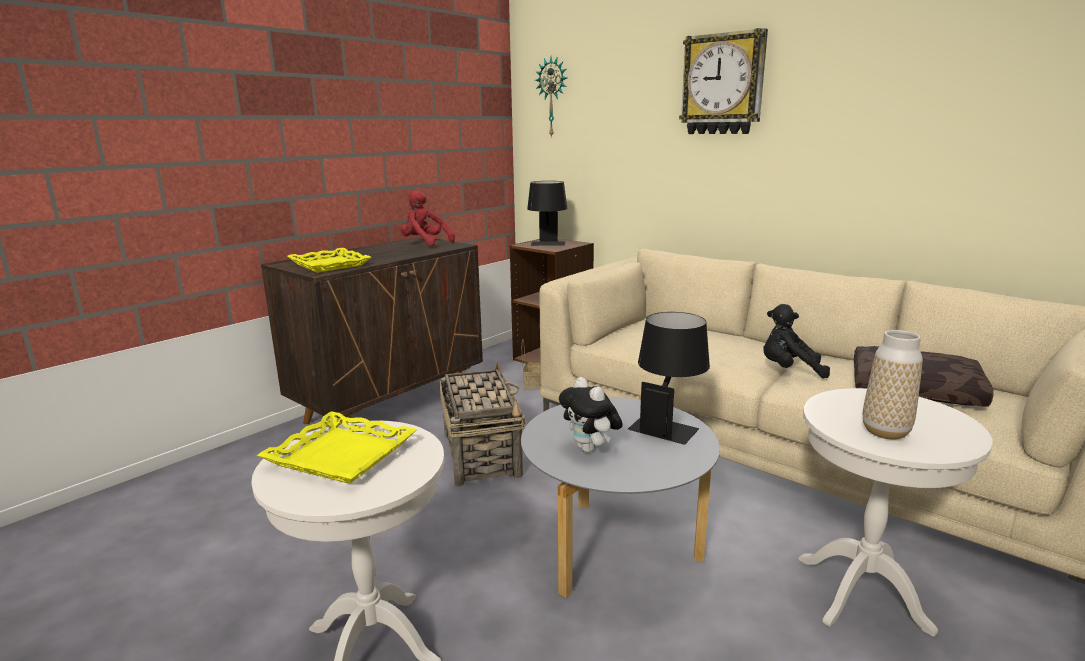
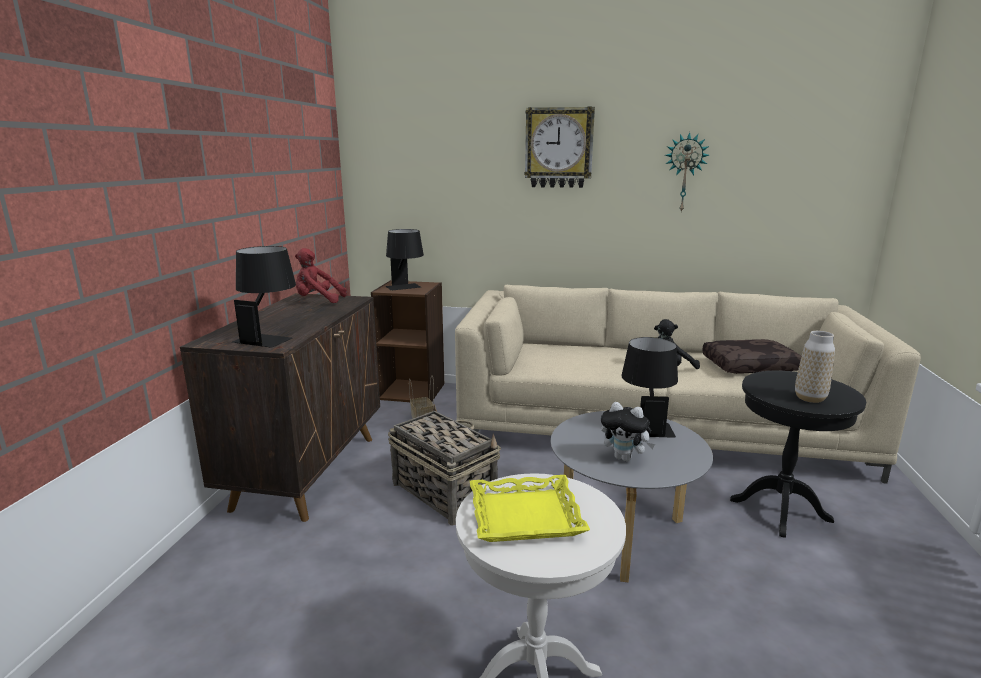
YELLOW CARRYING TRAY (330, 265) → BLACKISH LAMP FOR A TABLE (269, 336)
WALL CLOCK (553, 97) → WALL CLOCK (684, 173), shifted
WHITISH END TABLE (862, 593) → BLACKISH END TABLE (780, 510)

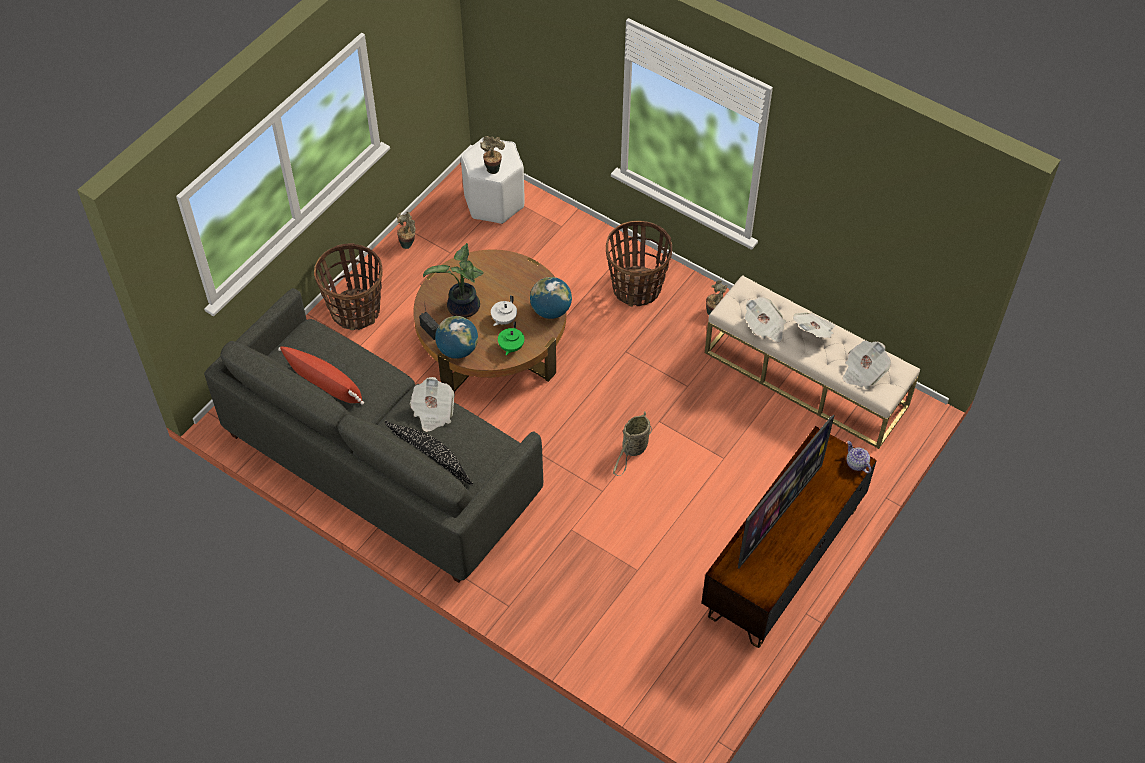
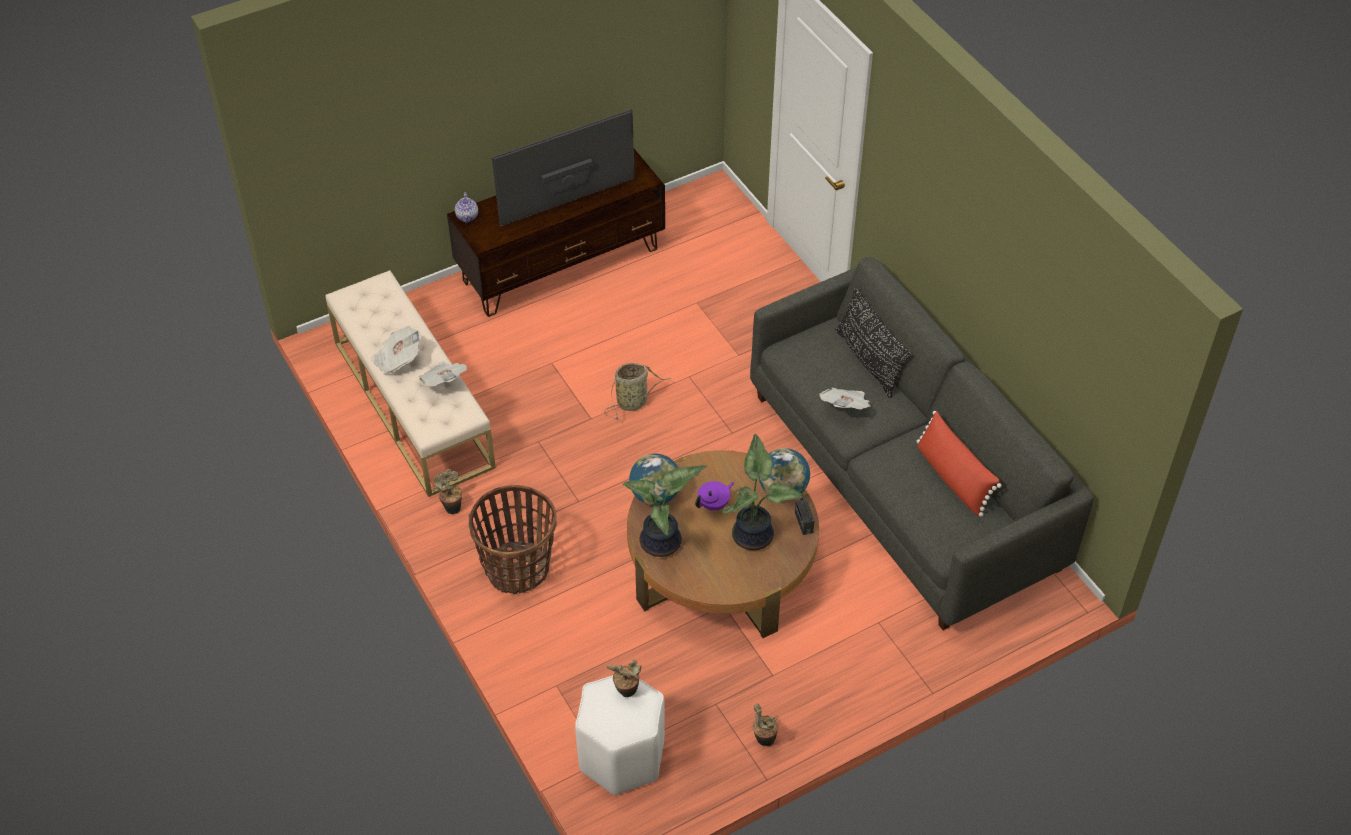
BASKET (355, 311) → -
WHITISH TEA POT (503, 320) → PURPLE TEA POT (714, 504)
GREEN-COLOURED TEA POT (511, 347) → -
NEWSPAPER (863, 372) → -
- → HOUSEPLANT (663, 544)

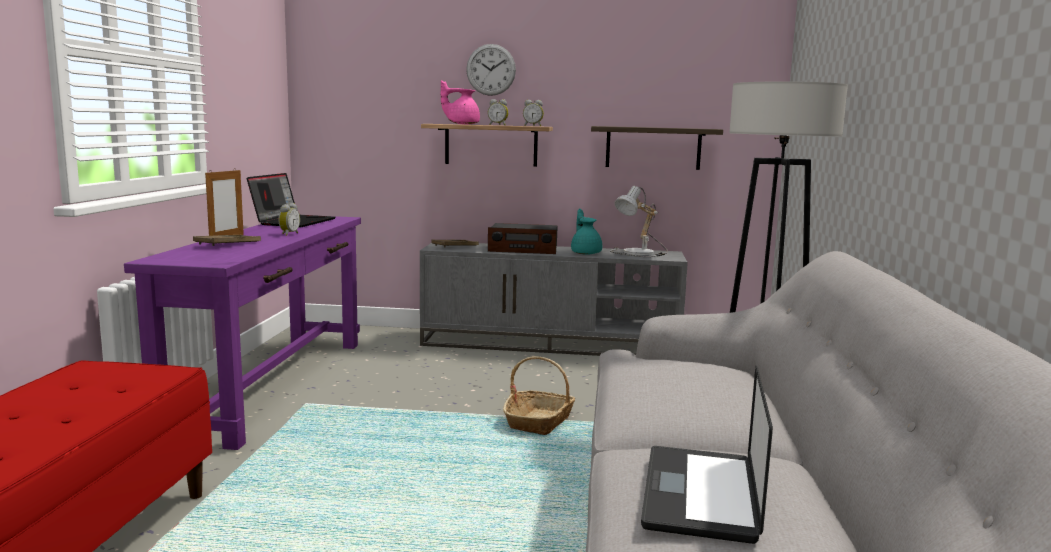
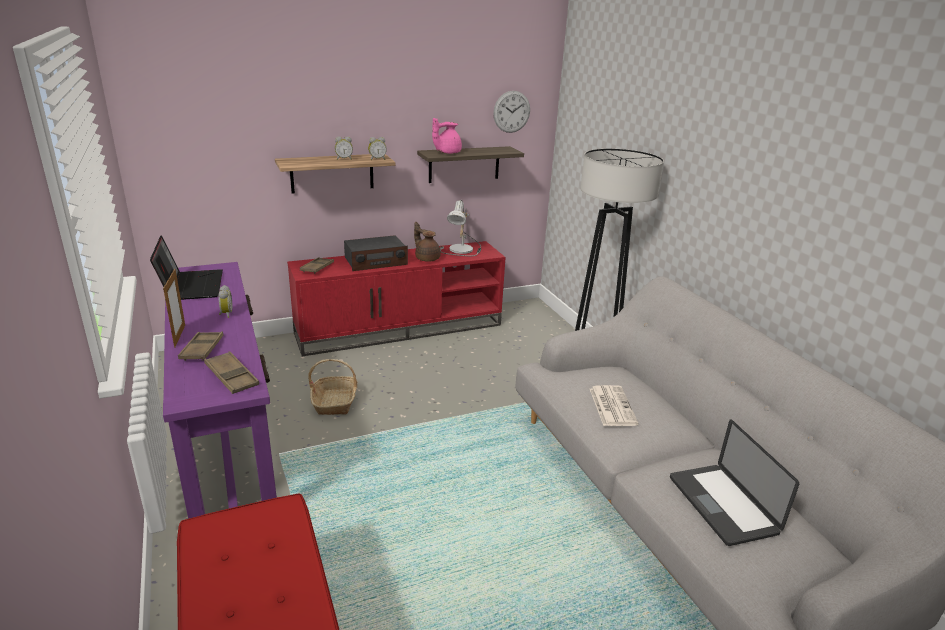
GRAY MEDIA CONSOLE (552, 344) → REDDISH MEDIA CONSOLE (400, 328)
PINKISH TEA POT (462, 124) → PINKISH TEA POT (446, 152), shifted
WALL CLOCK (491, 69) → WALL CLOCK (511, 112), shifted
BASKET (539, 421) → BASKET (335, 401), shifted
TURQUOISE TEA POT (586, 253) → BROWNISH TEA POT (427, 258)
- → BROWNISH CARRYING TRAY (232, 377)
- → NEWSPAPER (611, 406)

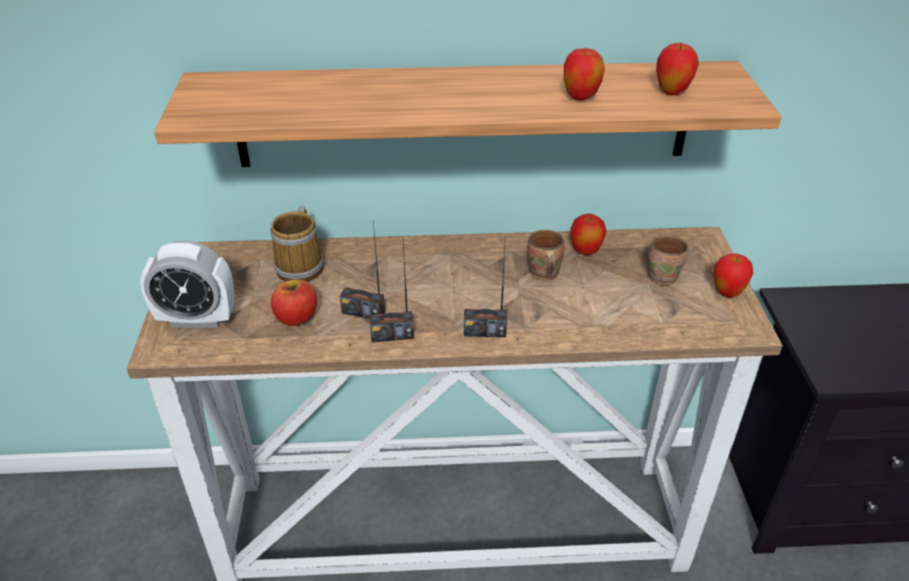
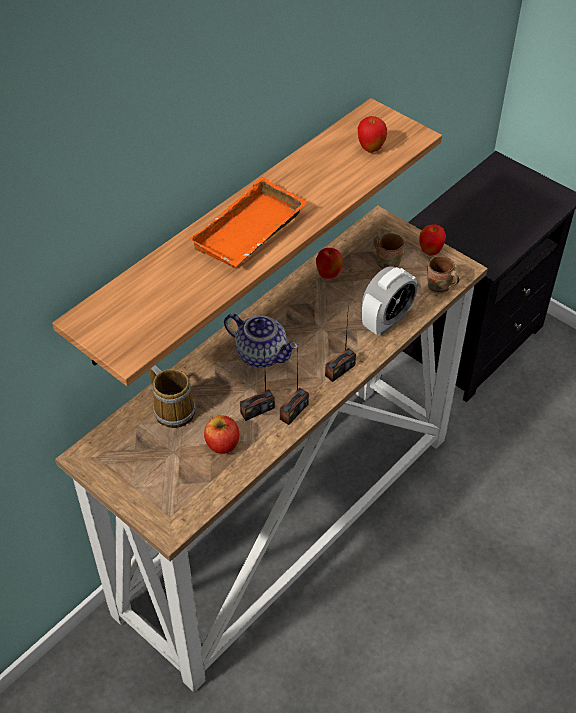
BEDSIDE CLOCK (197, 319) → BEDSIDE CLOCK (386, 321), shifted
BROWNISH TEA MUG (542, 274) → BROWNISH TEA MUG (439, 288), shifted
APPLE FRUIT (580, 98) → -
- → ORANGEY CARRYING TRAY (251, 234)
- → TEA POT (262, 354)

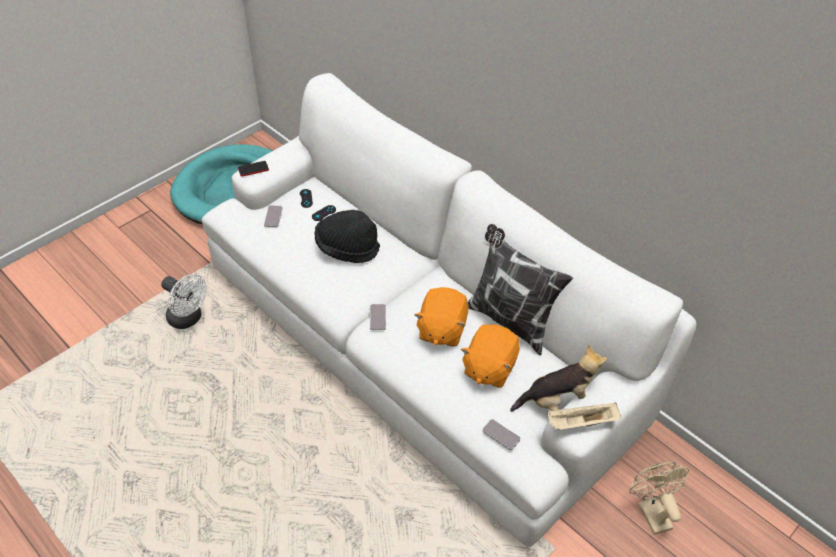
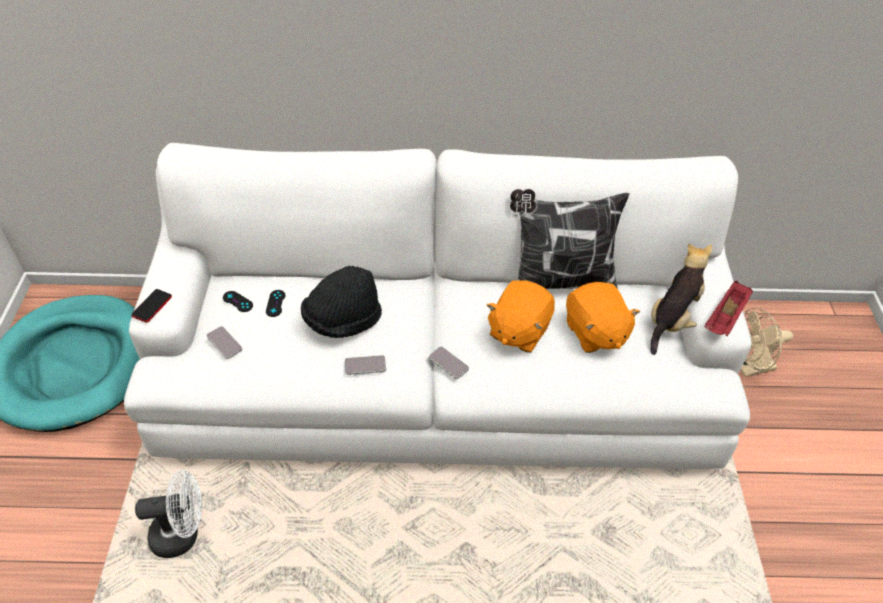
ORANGEY SOFT TOY (441, 329) → ORANGEY SOFT TOY (518, 330), 60 degrees clockwise
TELEPHONE (501, 435) → TELEPHONE (365, 365), shifted
SAND-COLOURED CARRYING TRAY (581, 423) → REDDISH CARRYING TRAY (725, 318)
SAND-COLOURED ELECTRIC FAN (651, 511) → SAND-COLOURED ELECTRIC FAN (749, 368), 45 degrees counterclockwise

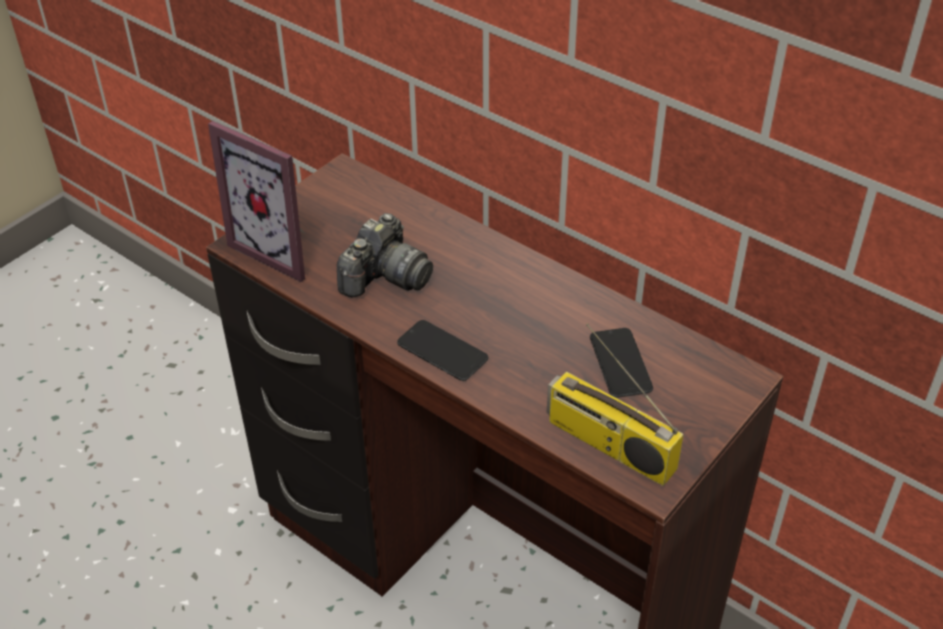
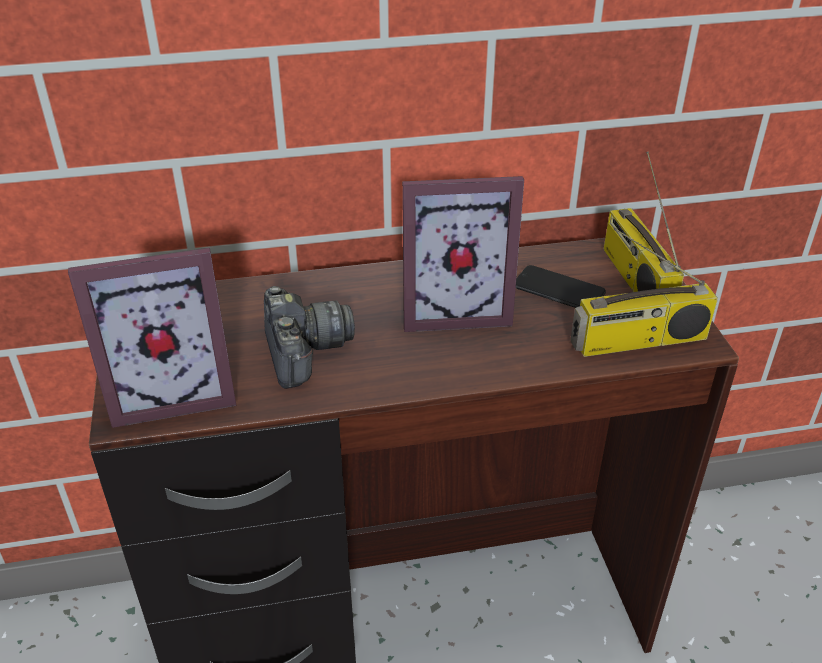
TELEPHONE (442, 351) → -
- → STANDING FRAME (454, 310)
- → RADIO (634, 279)

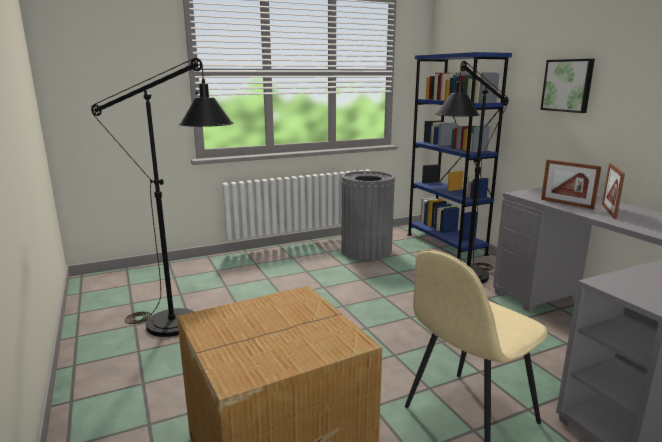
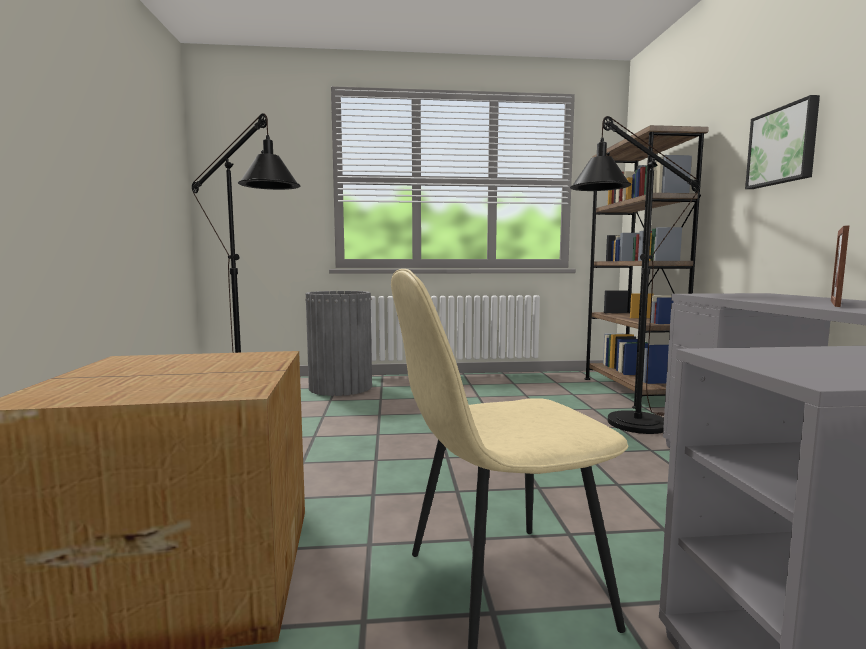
GRAY RUBBISH BIN (366, 251) → GRAY RUBBISH BIN (341, 387), shifted
BLUE-COLOURED BOOKCASE (445, 244) → BROWNISH BOOKCASE (629, 391)
STANDING FRAME (566, 204) → -

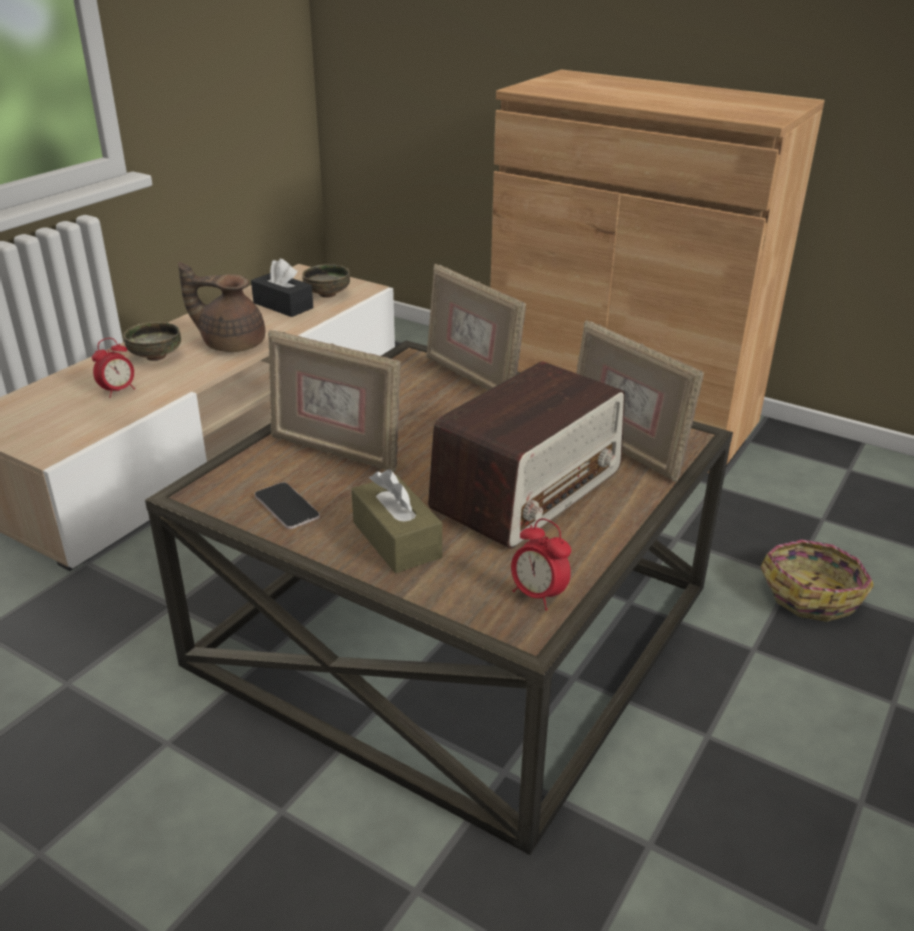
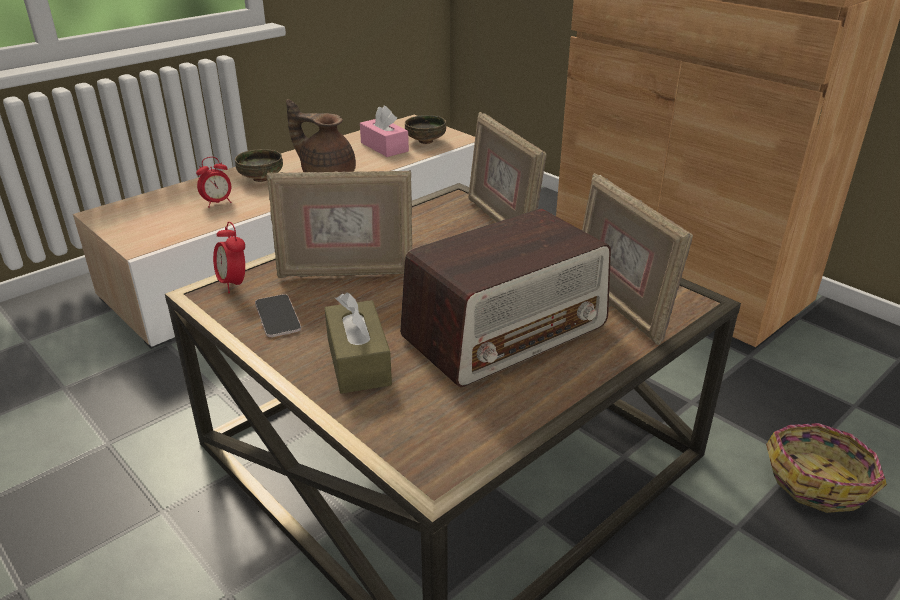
BLACKISH TISSUE BOX (283, 305) → PINKISH TISSUE BOX (384, 147)
STANDING FRAME (335, 451) → STANDING FRAME (346, 272), 45 degrees counterclockwise
BEDSIDE CLOCK (538, 595) → BEDSIDE CLOCK (233, 284), shifted

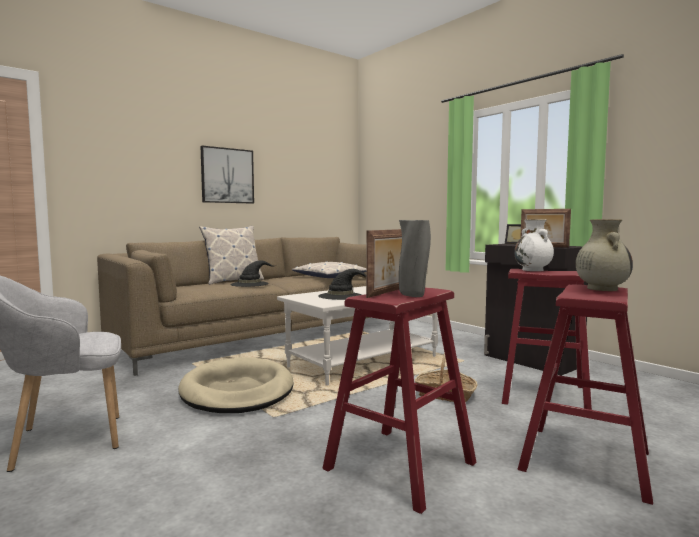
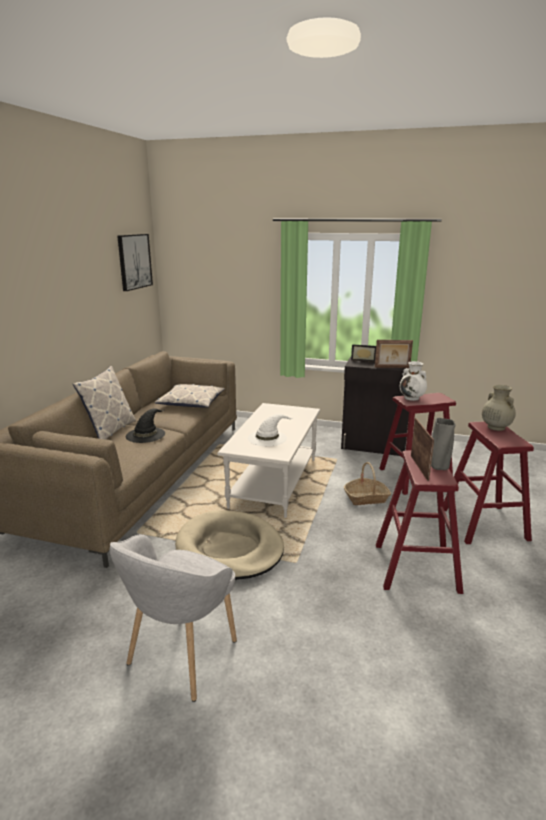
WALL PICTURE (227, 175) → WALL PICTURE (134, 261), shifted
BLACKISH WEARABLE HAT (341, 296) → WHITISH WEARABLE HAT (267, 438)

